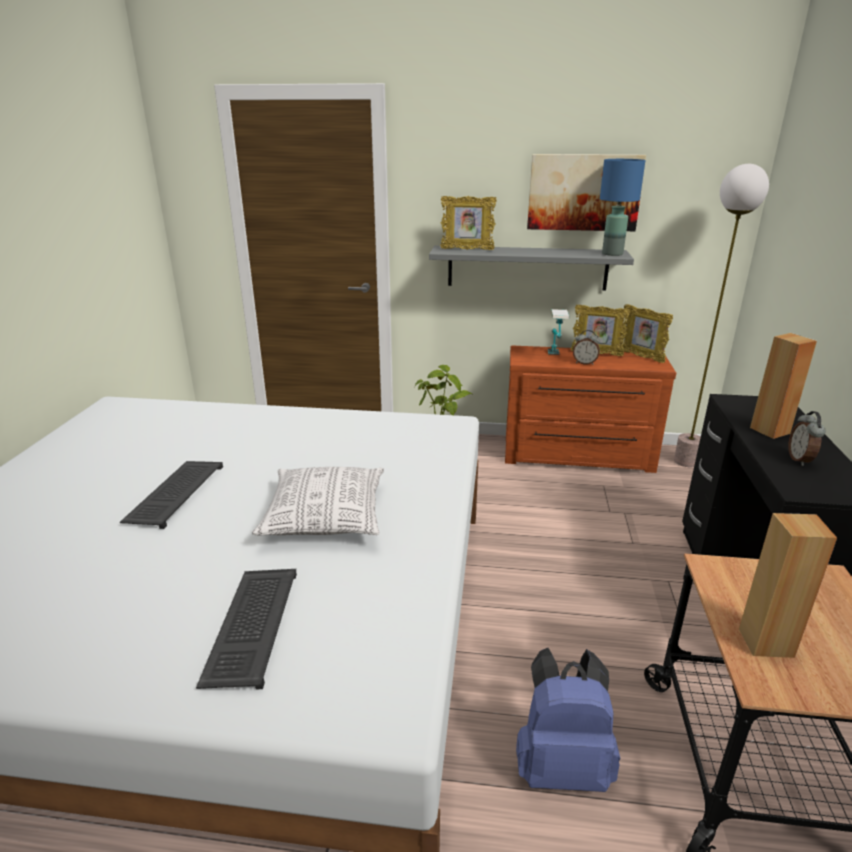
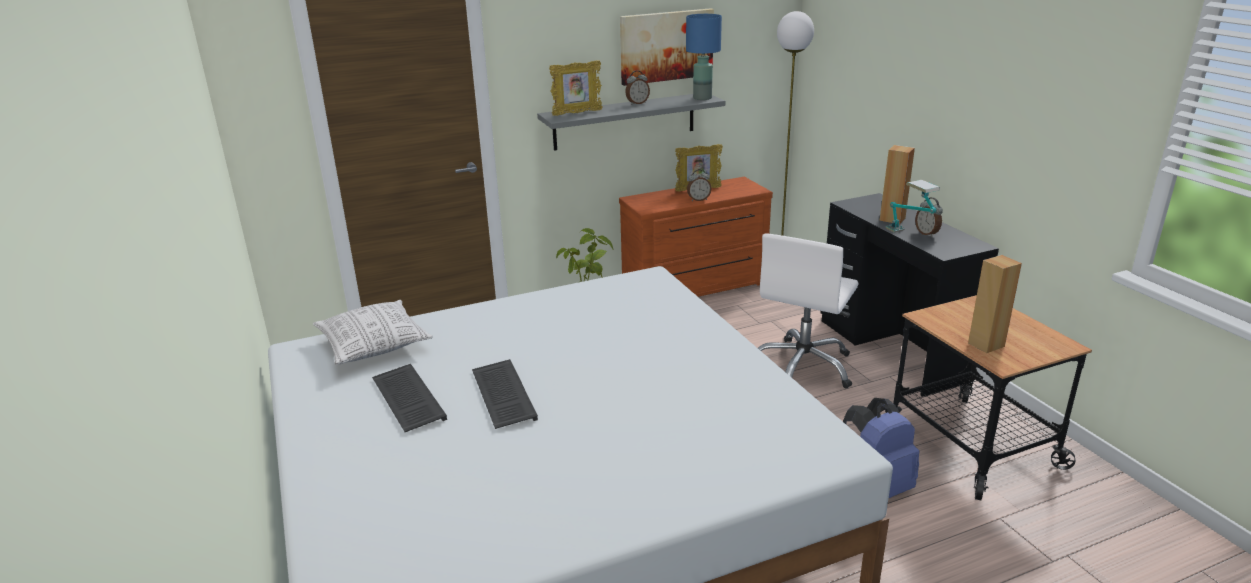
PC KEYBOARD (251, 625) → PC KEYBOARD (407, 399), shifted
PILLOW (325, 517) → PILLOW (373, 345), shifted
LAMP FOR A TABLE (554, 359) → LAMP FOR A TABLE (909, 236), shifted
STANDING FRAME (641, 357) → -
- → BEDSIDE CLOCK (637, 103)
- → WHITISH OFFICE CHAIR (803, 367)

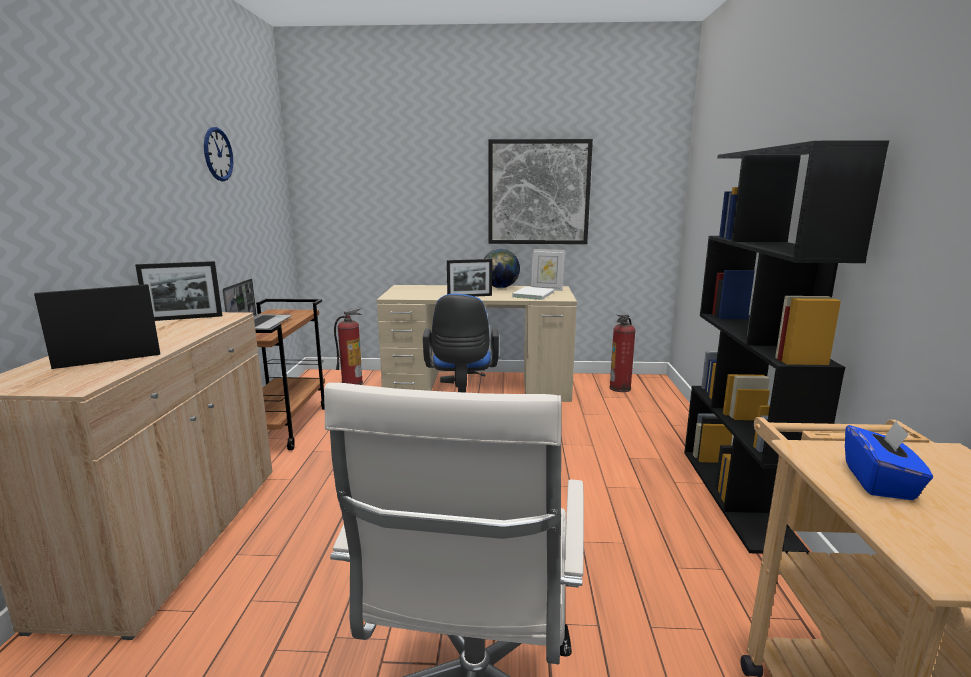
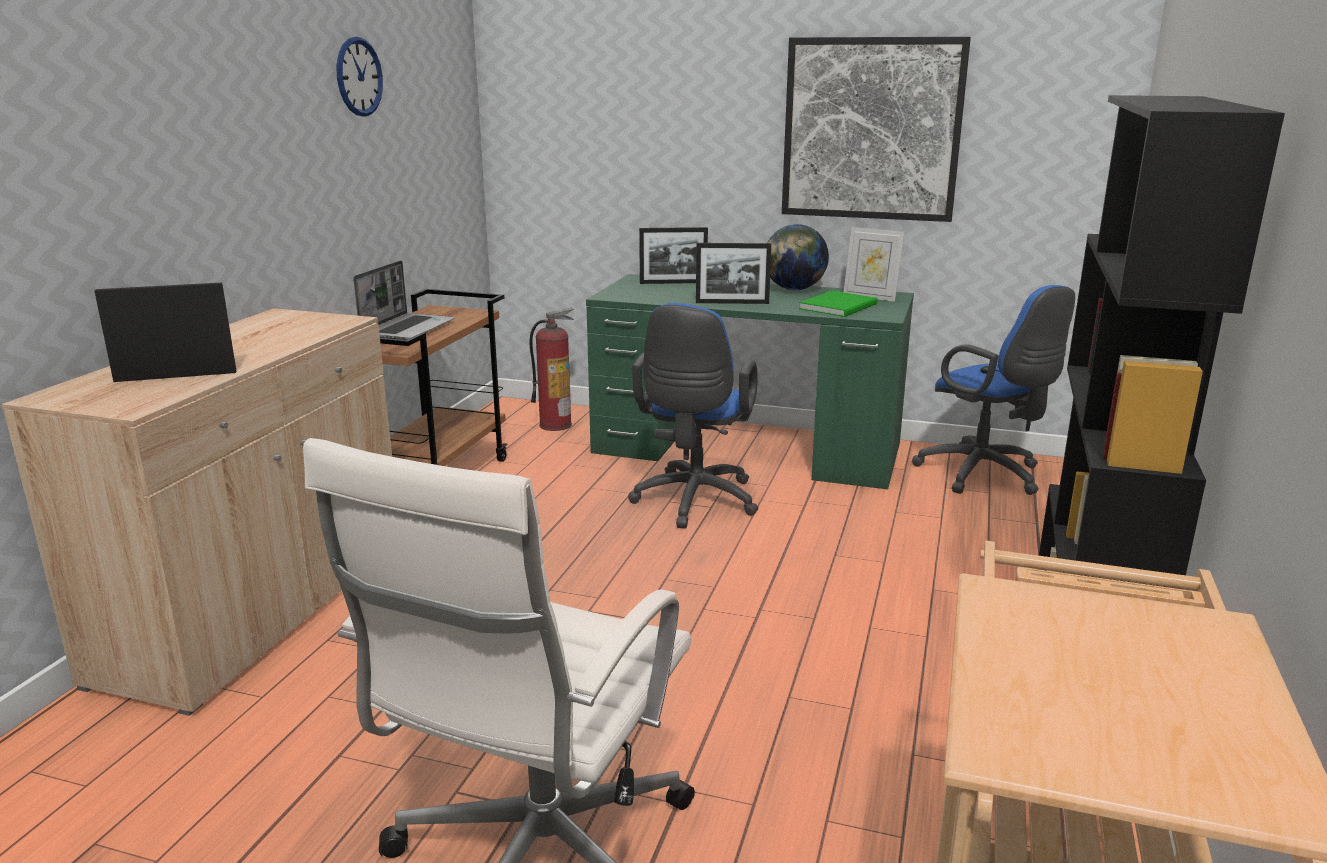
STANDING FRAME (184, 318) → STANDING FRAME (673, 283), shifted
SAND-COLOURED DESK TABLE (479, 386) → GREEN-COLOURED DESK TABLE (747, 448)
WHITISH VOLUME (534, 294) → GREEN-COLOURED VOLUME (841, 306)
FIRE-FIGHTING CYLINDER (620, 388) → BLUE-COLOURED OFFICE CHAIR (985, 475)
BLUE-COLOURED TISSUE BOX (879, 482) → -

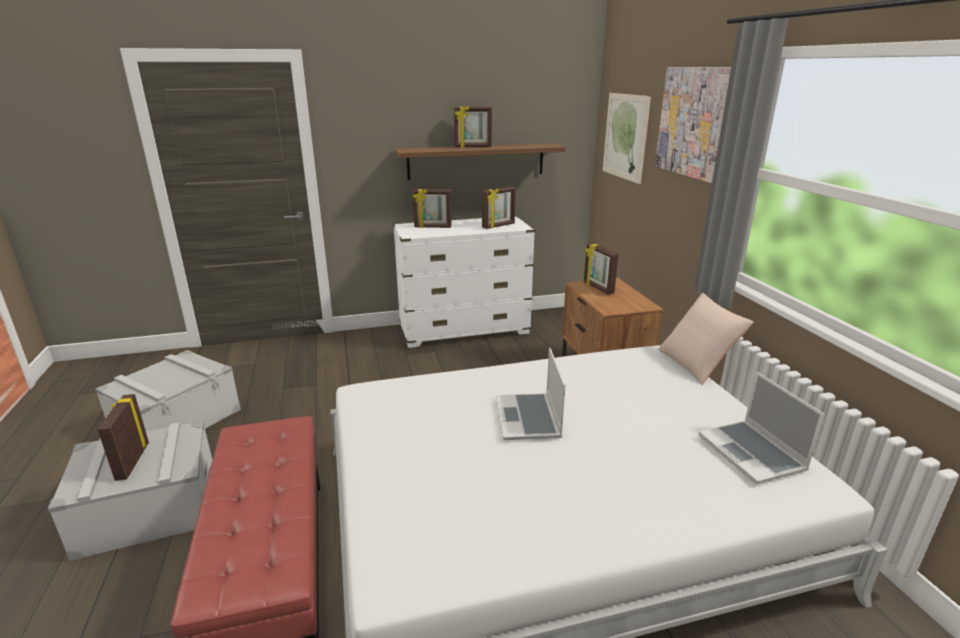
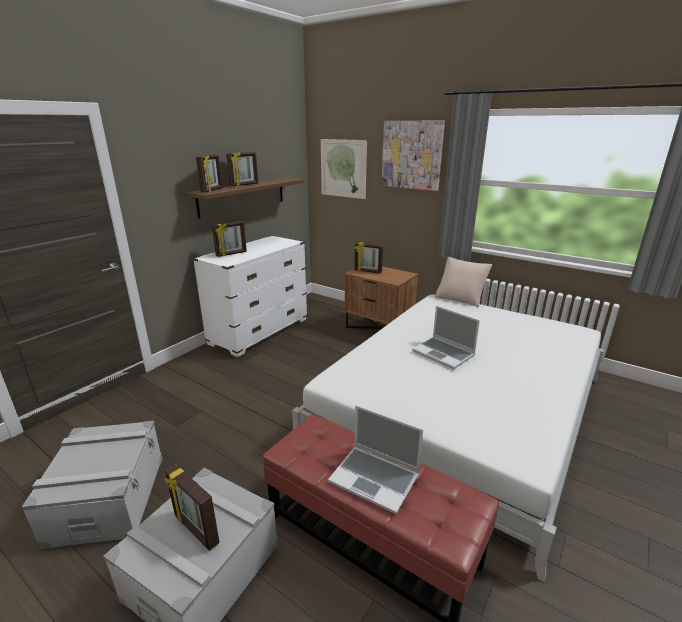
STANDING FRAME (498, 226) → STANDING FRAME (212, 190), shifted
PORTABLE COMPUTER (753, 453) → PORTABLE COMPUTER (375, 479), shifted

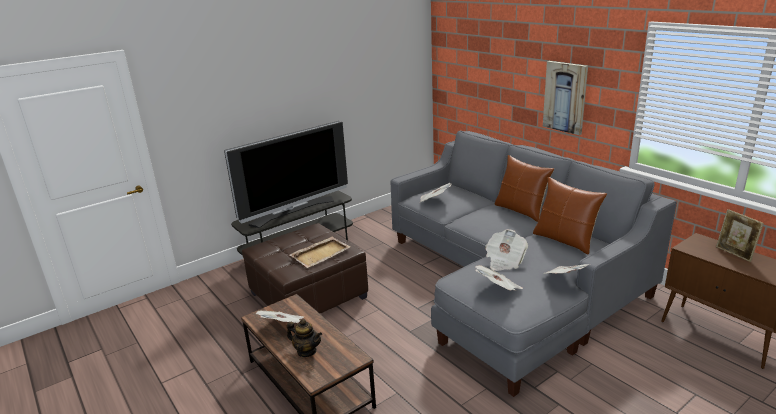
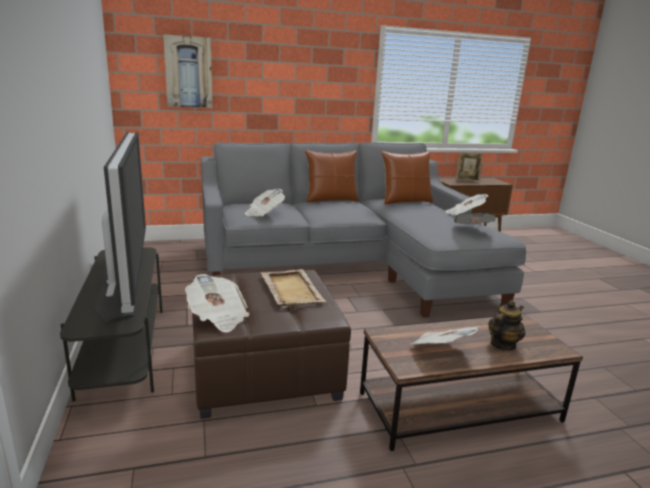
NEWSPAPER (504, 261) → NEWSPAPER (218, 317), shifted
WALL PICTURE (565, 97) → WALL PICTURE (188, 72), shifted

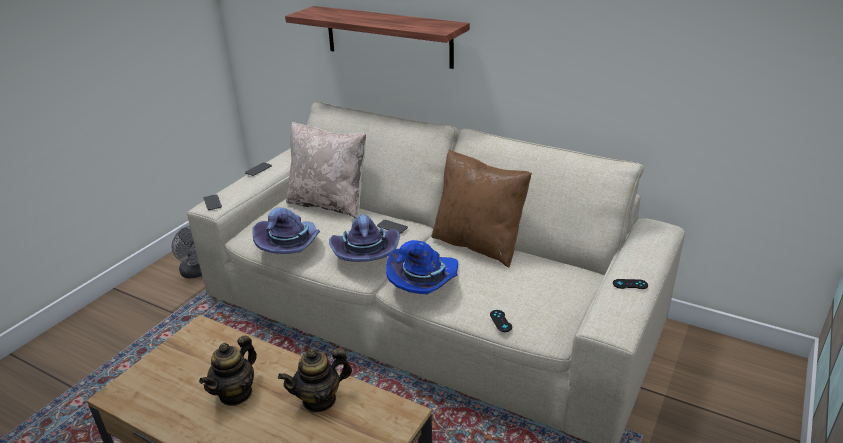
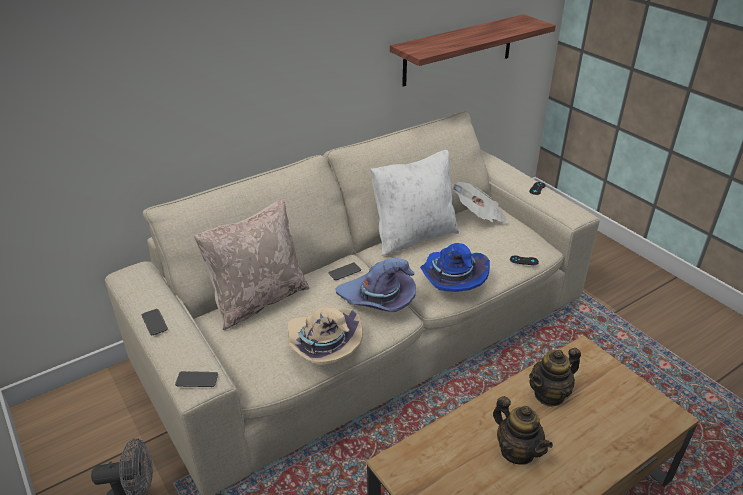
PURPLE WEARABLE HAT (290, 245) → SAND-COLOURED WEARABLE HAT (322, 345)
TEA POT (319, 400) → TEA POT (549, 394), 60 degrees clockwise
BRACKET SHELF (388, 36) → BRACKET SHELF (459, 50), shifted
BROWNISH PILLOW (478, 244) → WHITISH PILLOW (413, 236)
- → NEWSPAPER (479, 216)

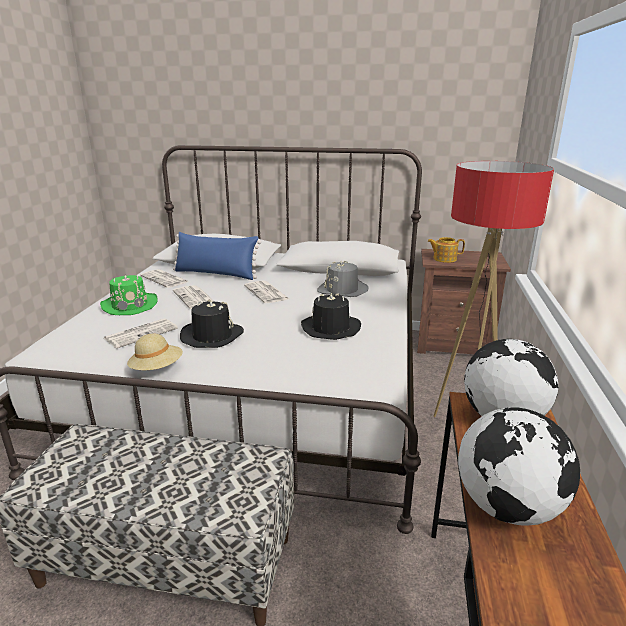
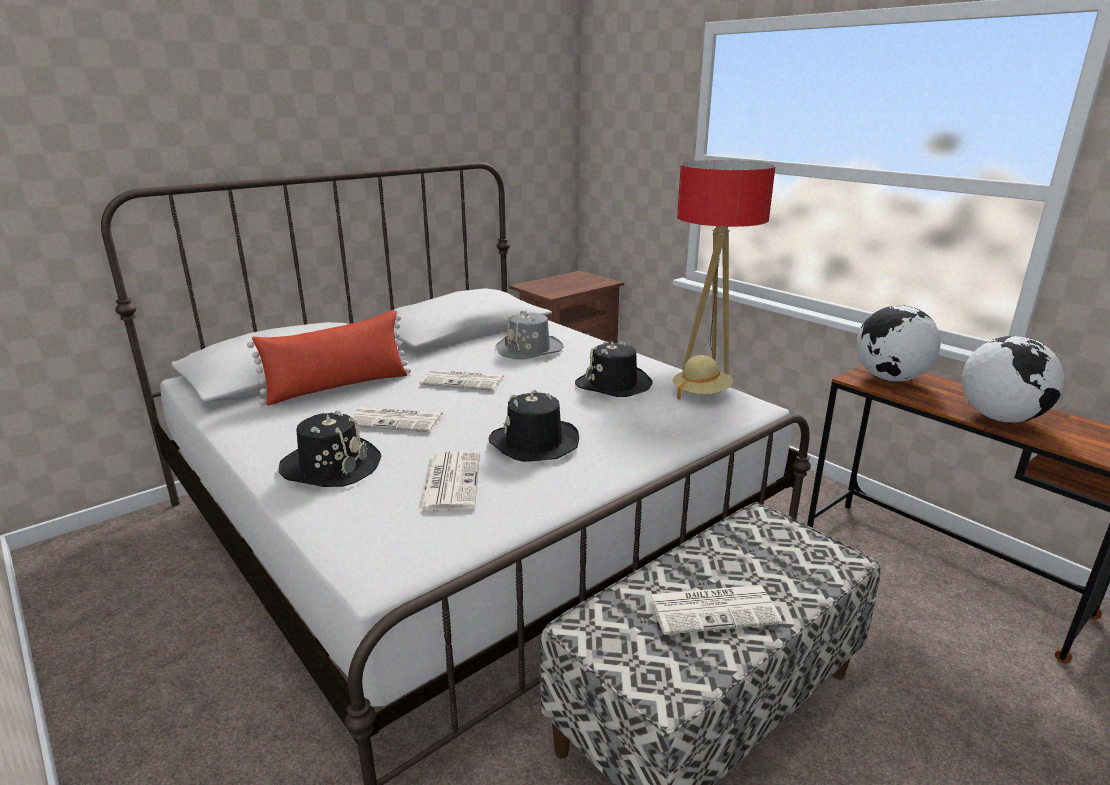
GREEN-COLOURED WEARABLE HAT (130, 305) → BLACKISH WEARABLE HAT (331, 466)
SAND-COLOURED WEARABLE HAT (157, 369) → SAND-COLOURED WEARABLE HAT (701, 394), shifted
NEWSPAPER (165, 279) → NEWSPAPER (714, 609), shifted
BLUE-COLOURED PILLOW (216, 274) → REDDISH PILLOW (338, 387)
TEA POT (444, 259) → -

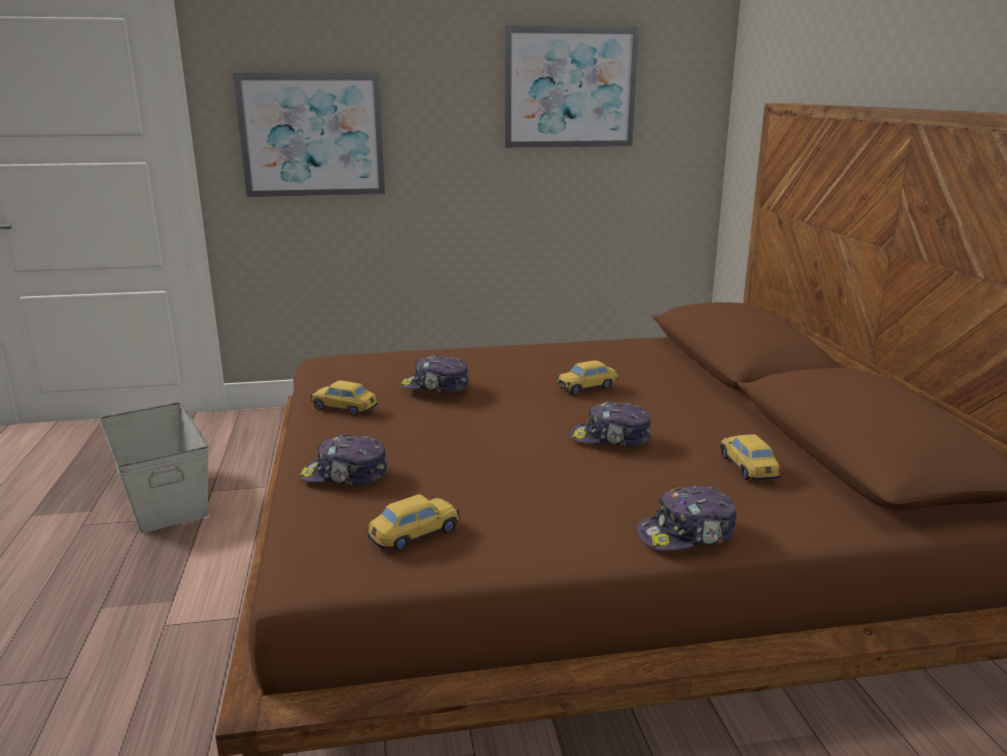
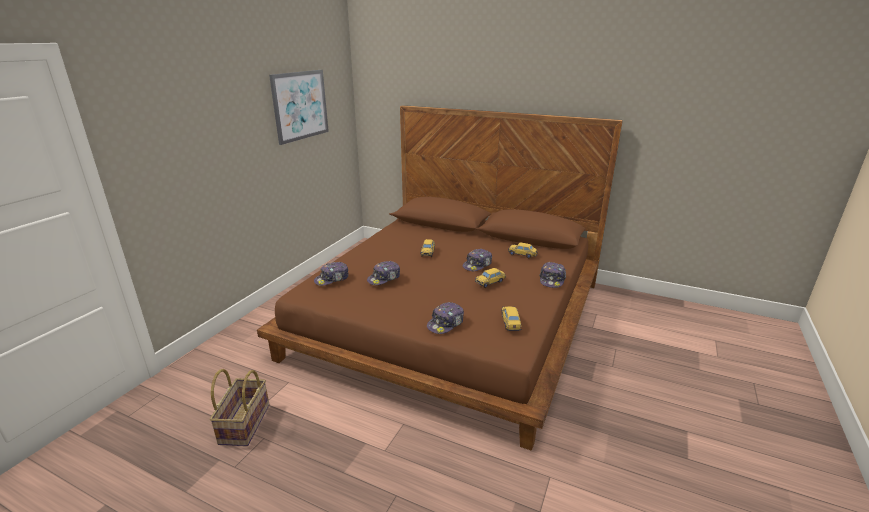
GRAY STORAGE BOX (163, 496) → BASKET (244, 423)
WALL PICTURE (312, 135) → -
TOY CAR (345, 409) → TOY CAR (490, 282), shifted
- → CAP (332, 279)

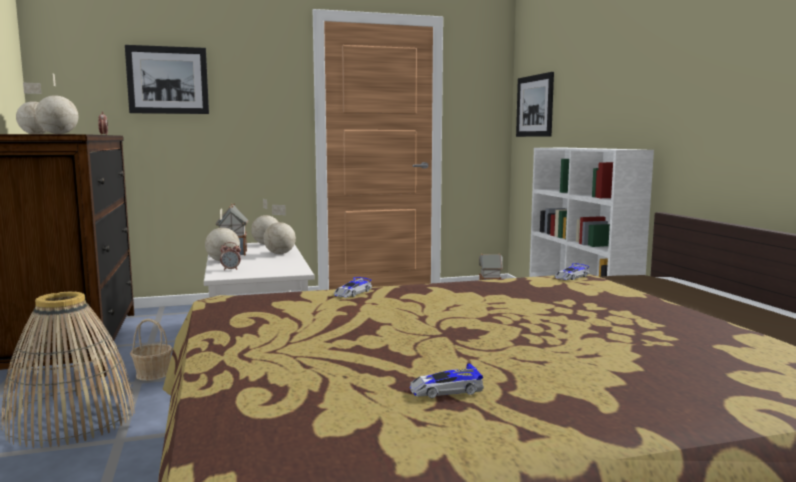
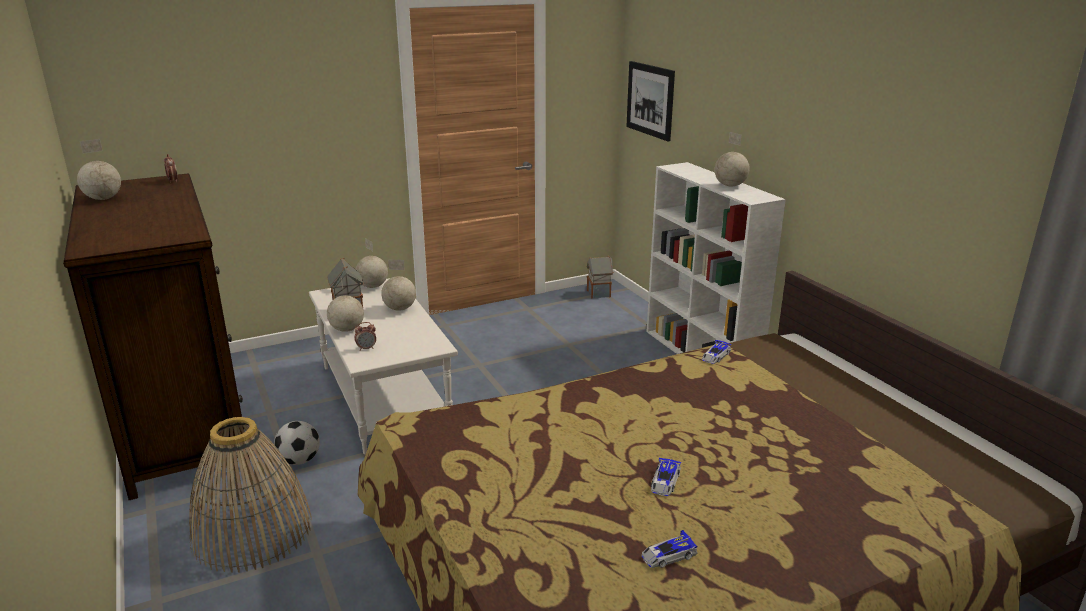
DESK GLOBE (58, 134) → DESK GLOBE (730, 186), shifted
WALL PICTURE (168, 80) → -
BASKET (153, 374) → FOOTBALL (299, 460)
TOY CAR (352, 293) → TOY CAR (665, 482), shifted

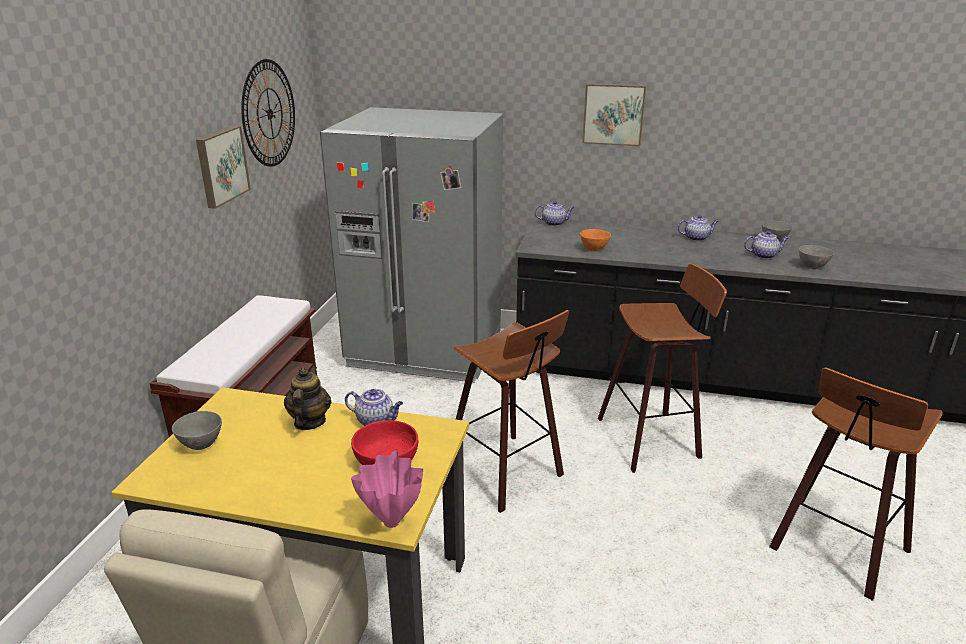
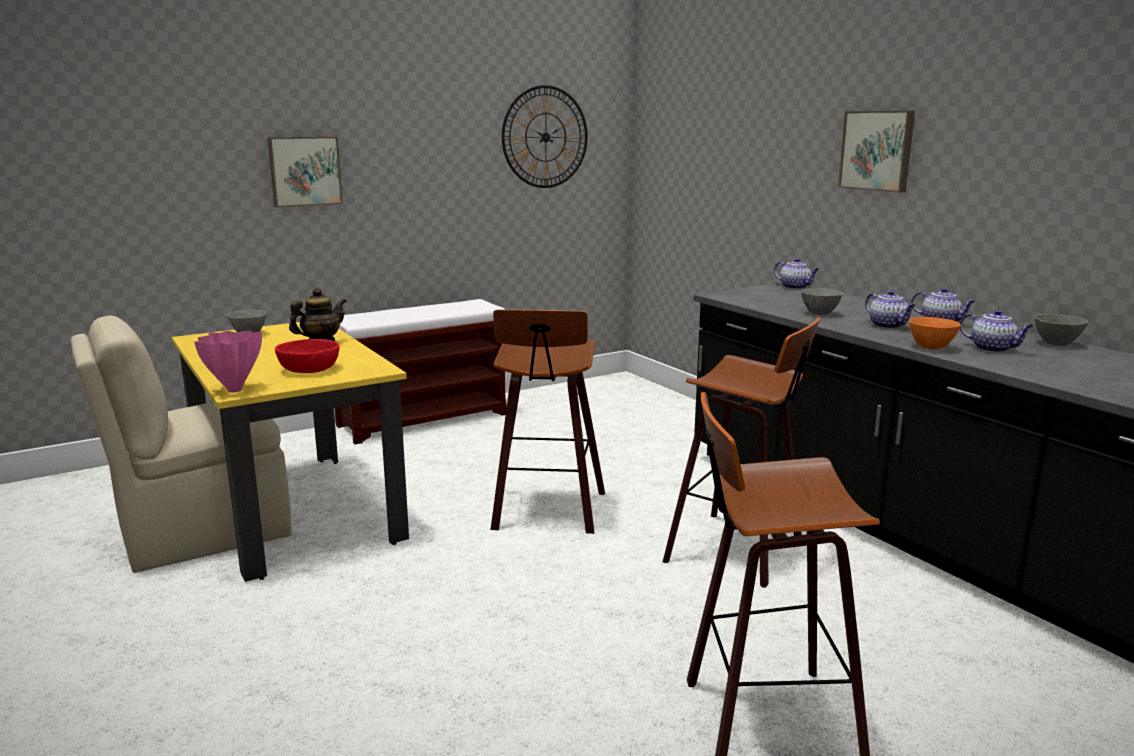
WALL PICTURE (221, 165) → WALL PICTURE (305, 171), shifted
GRAY KITCHEN FRIDGE (425, 349) → -
TEA POT (376, 421) → TEA POT (888, 326), shifted
ORANGEY BOWL (594, 249) → ORANGEY BOWL (932, 348), shifted
GRAY BOWL (812, 267) → GRAY BOWL (820, 314), shifted

